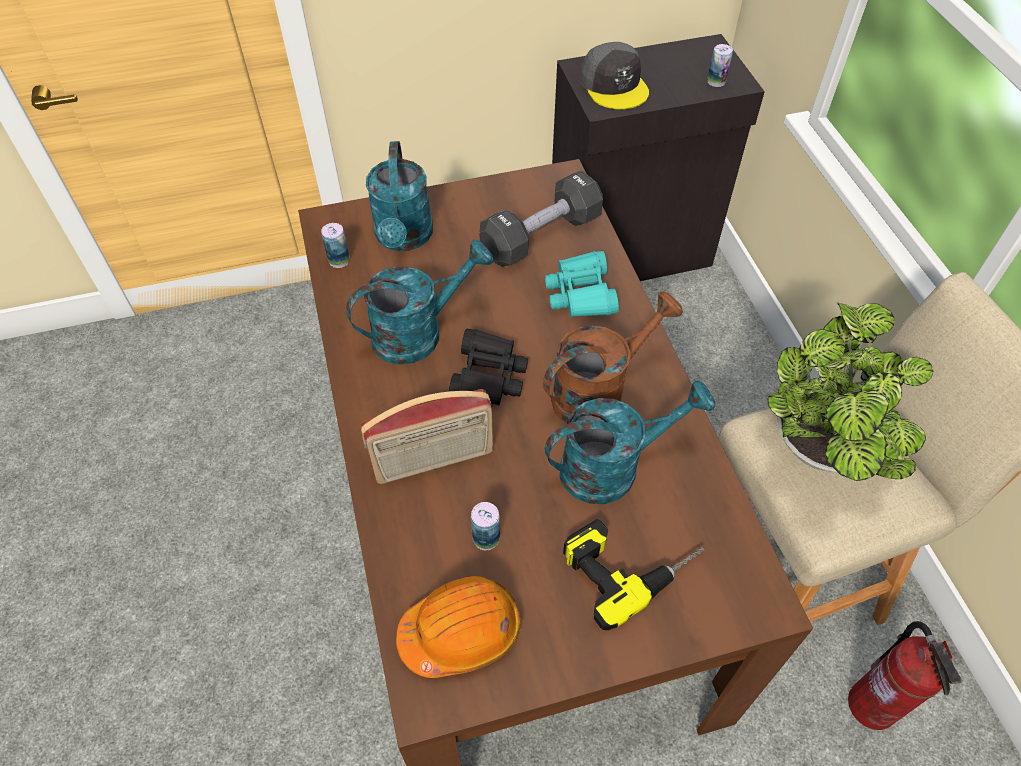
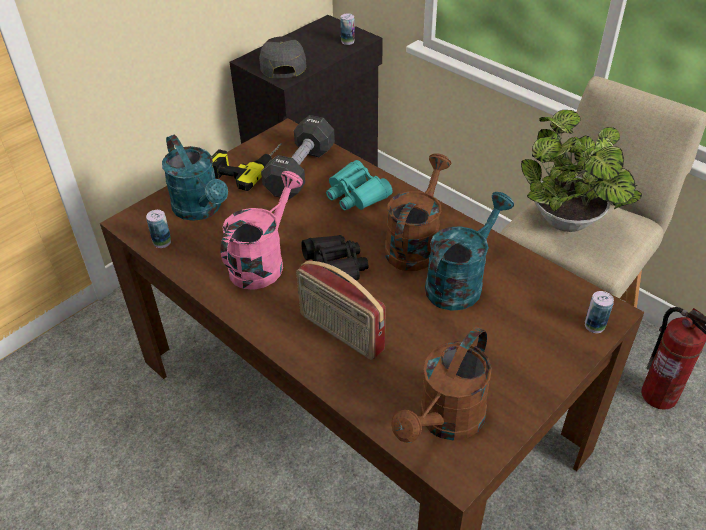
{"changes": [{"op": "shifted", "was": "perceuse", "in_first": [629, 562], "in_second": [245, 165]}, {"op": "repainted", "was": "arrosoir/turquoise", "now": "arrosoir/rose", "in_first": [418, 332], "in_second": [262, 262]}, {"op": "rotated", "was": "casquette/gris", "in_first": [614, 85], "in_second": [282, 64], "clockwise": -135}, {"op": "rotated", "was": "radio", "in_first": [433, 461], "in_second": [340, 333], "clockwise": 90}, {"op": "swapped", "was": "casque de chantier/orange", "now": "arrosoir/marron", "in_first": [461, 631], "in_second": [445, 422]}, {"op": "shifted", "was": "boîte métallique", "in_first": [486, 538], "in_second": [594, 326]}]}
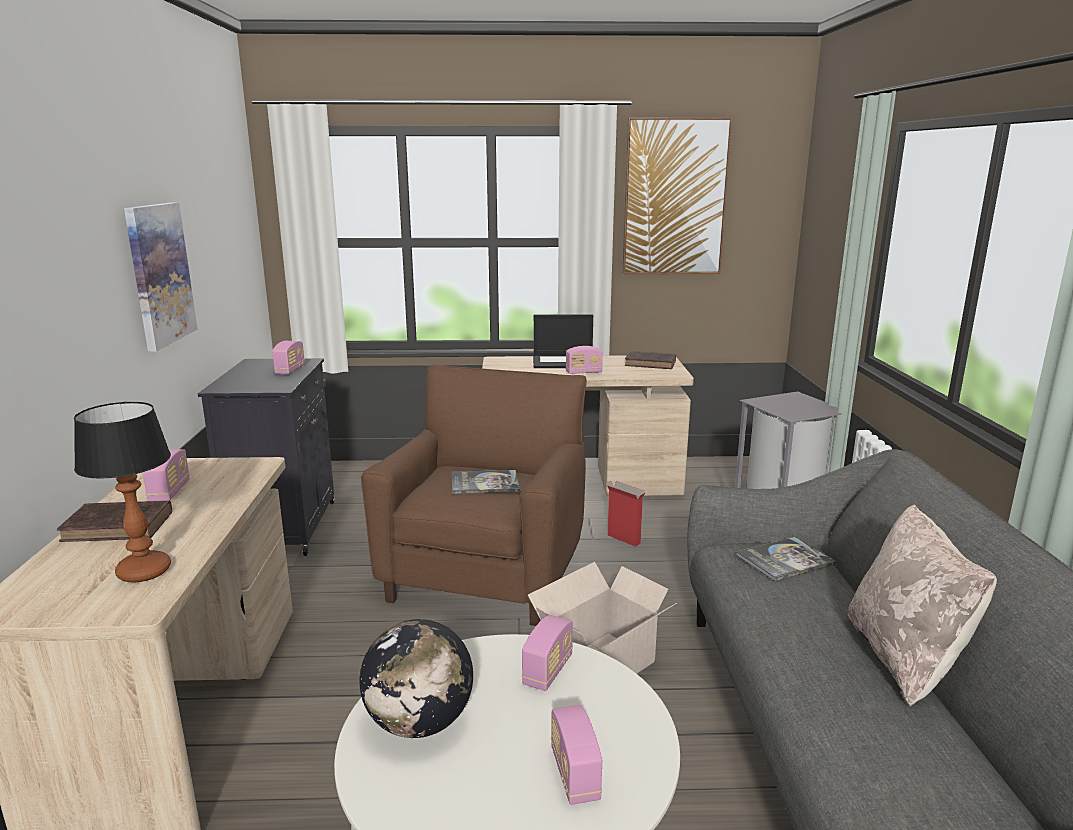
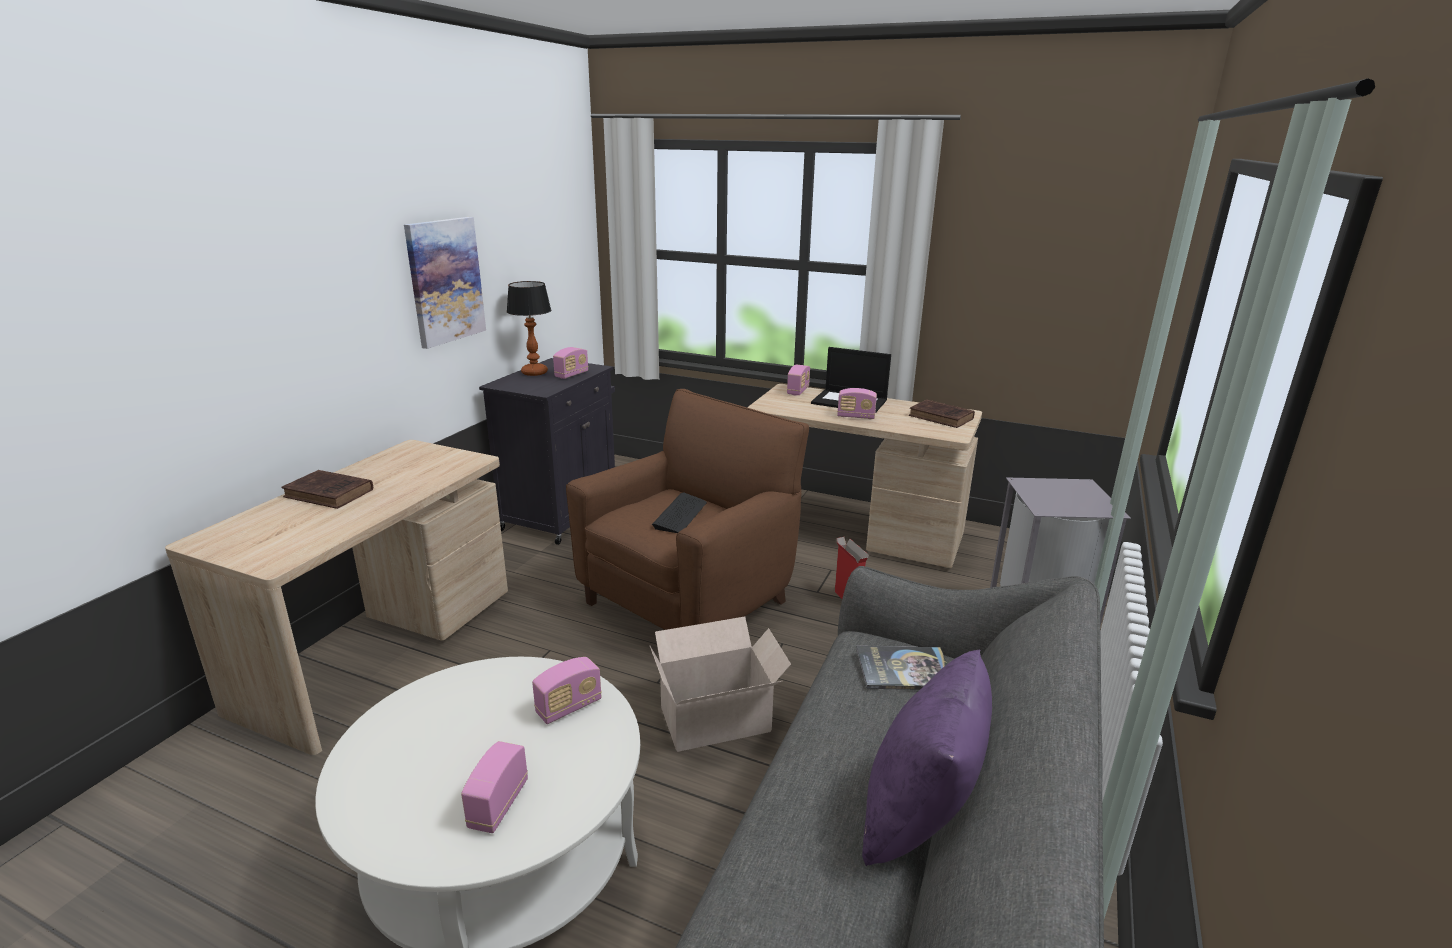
{"changes": [{"op": "shifted", "was": "lampe de table", "in_first": [144, 572], "in_second": [534, 373]}, {"op": "swapped", "was": "livre", "now": "clavier", "in_first": [484, 483], "in_second": [680, 515]}, {"op": "shifted", "was": "radio", "in_first": [170, 492], "in_second": [798, 391]}, {"op": "repainted", "was": "coussin/beige", "now": "coussin/violet", "in_first": [904, 658], "in_second": [919, 815]}, {"op": "gone", "was": "globe", "in_first": [419, 723]}, {"op": "gone", "was": "tableau", "in_first": [674, 197]}]}
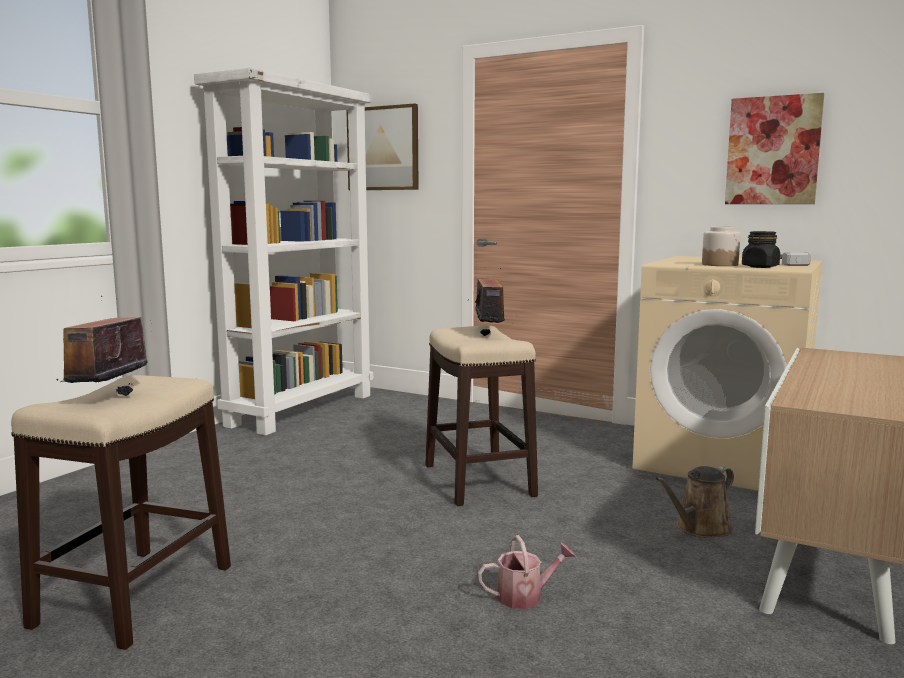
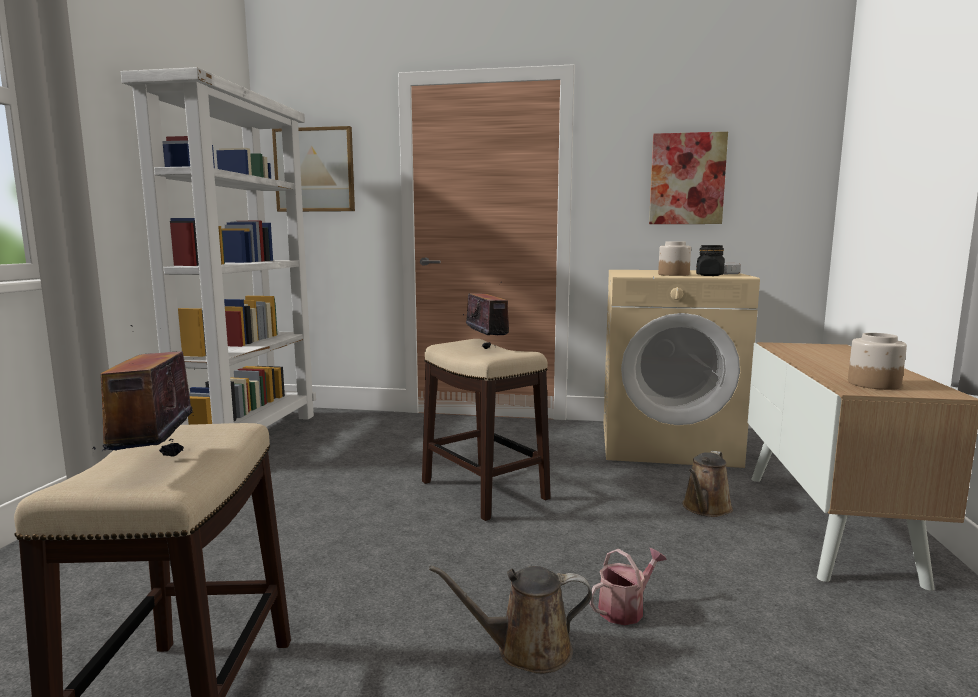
{"changes": [{"op": "new", "now": "arrosoir/marron", "in_second": [526, 649]}, {"op": "new", "now": "bocal", "in_second": [873, 384]}]}
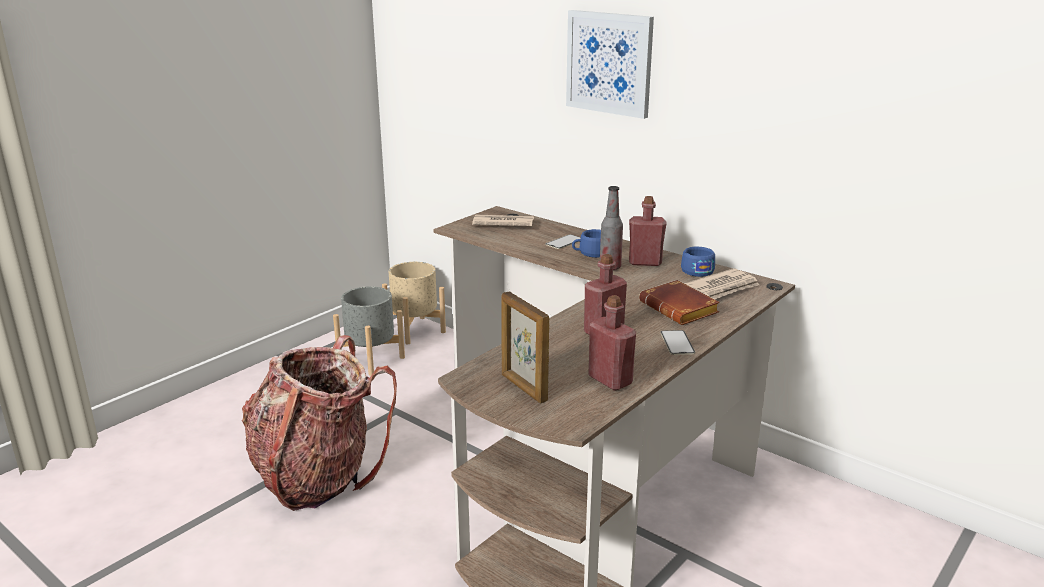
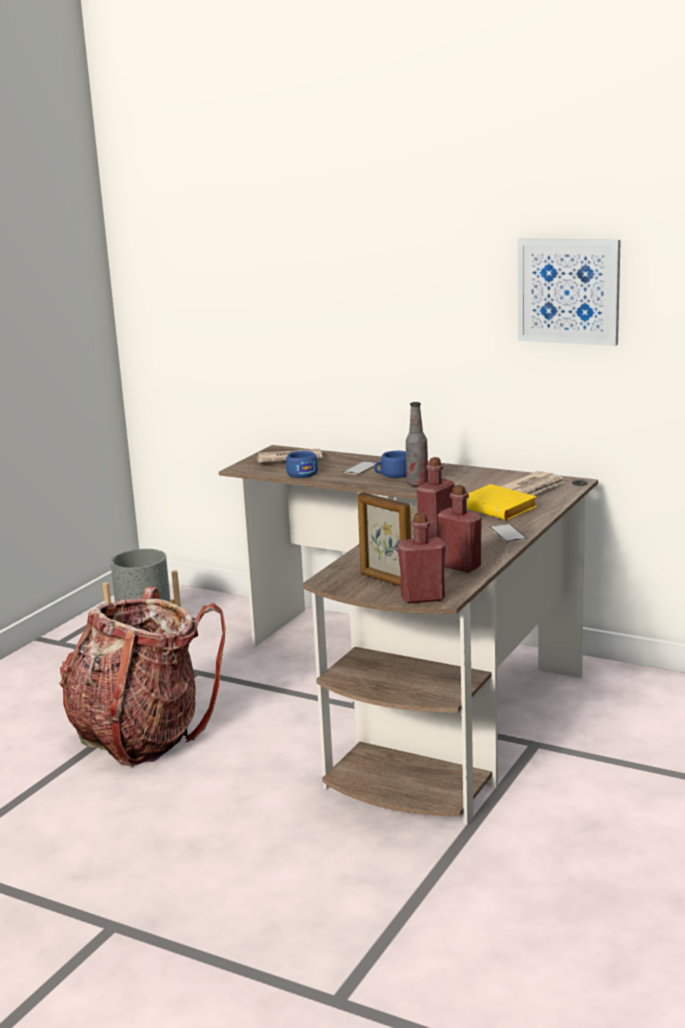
{"changes": [{"op": "shifted", "was": "tasse/bleu", "in_first": [695, 270], "in_second": [301, 473]}, {"op": "shifted", "was": "bouteille/rouge", "in_first": [645, 262], "in_second": [422, 598]}, {"op": "repainted", "was": "livre/marron", "now": "livre/jaune", "in_first": [681, 309], "in_second": [500, 509]}, {"op": "shifted", "was": "tableau", "in_first": [609, 63], "in_second": [568, 291]}, {"op": "gone", "was": "cache-pot/beige", "in_first": [415, 330]}]}
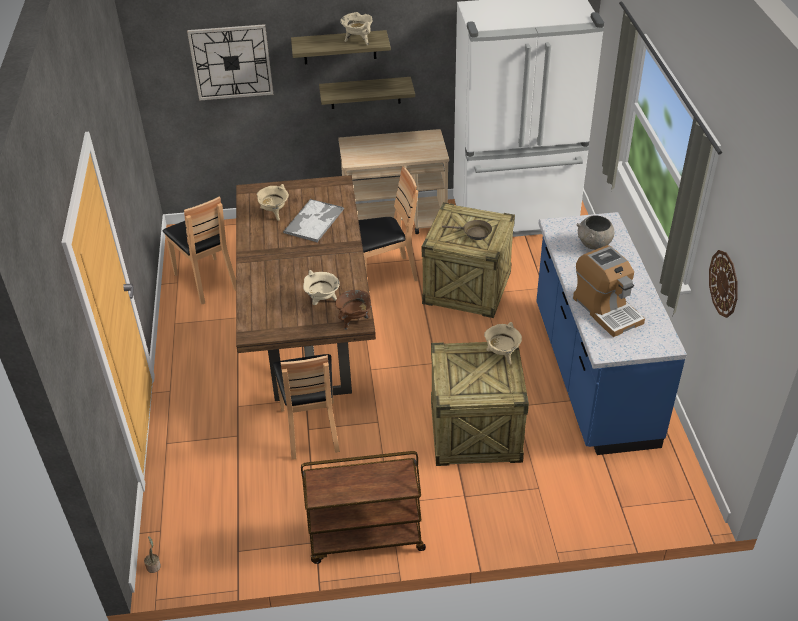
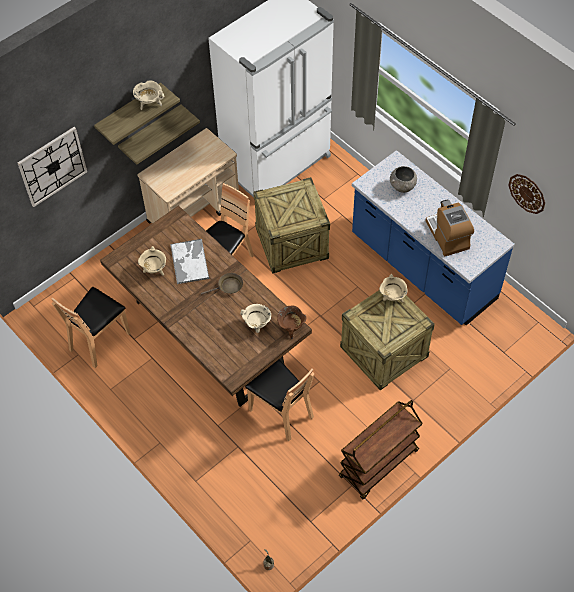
{"changes": [{"op": "rotated", "was": "chaise/marron", "in_first": [206, 280], "in_second": [99, 340], "clockwise": 105}, {"op": "shifted", "was": "poêle/marron", "in_first": [474, 233], "in_second": [228, 287]}, {"op": "rotated", "was": "machine à café", "in_first": [606, 310], "in_second": [447, 236], "clockwise": -135}]}
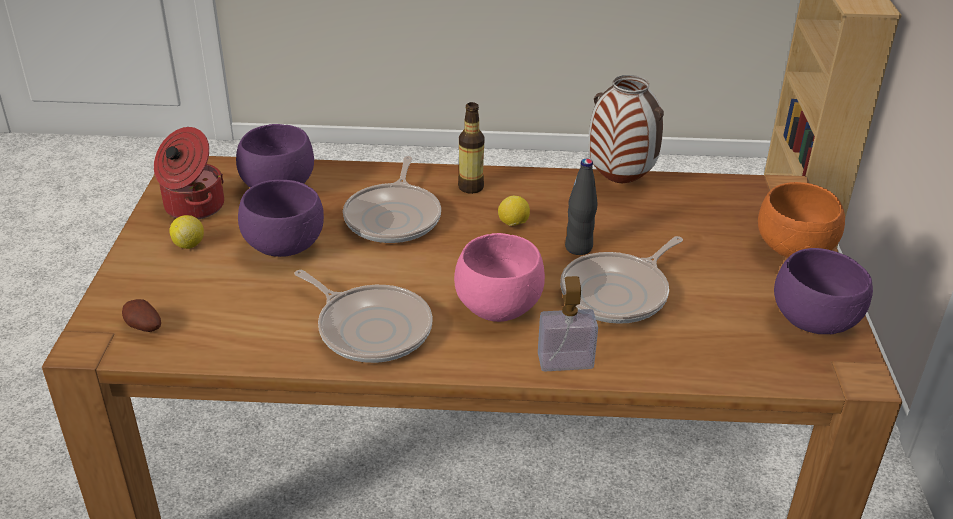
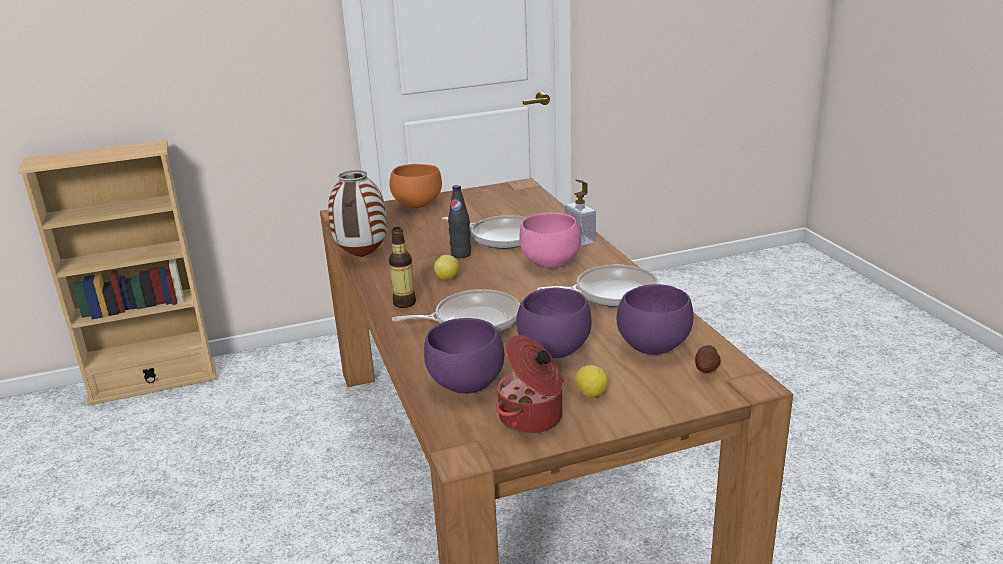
{"changes": [{"op": "rotated", "was": "poêle", "in_first": [371, 328], "in_second": [611, 293], "clockwise": 60}, {"op": "shifted", "was": "bol/violet", "in_first": [815, 322], "in_second": [651, 346]}]}
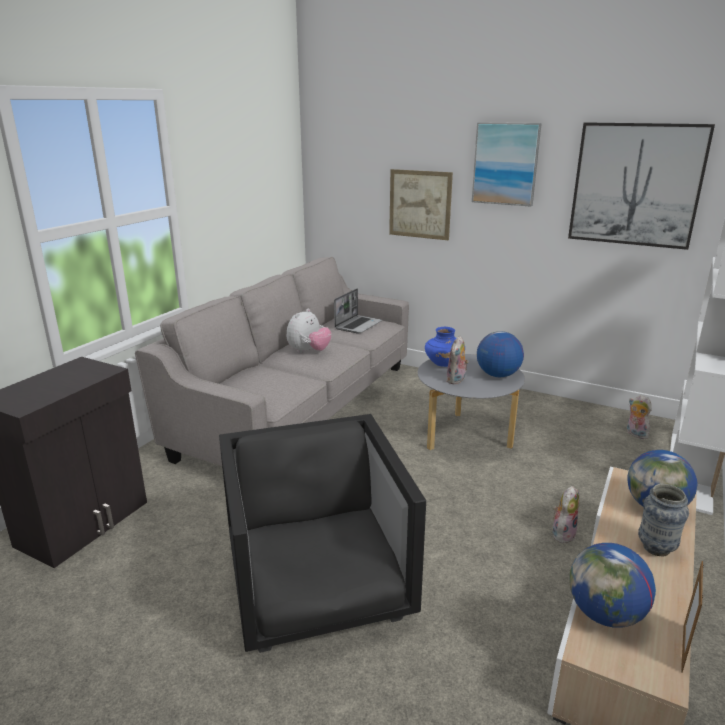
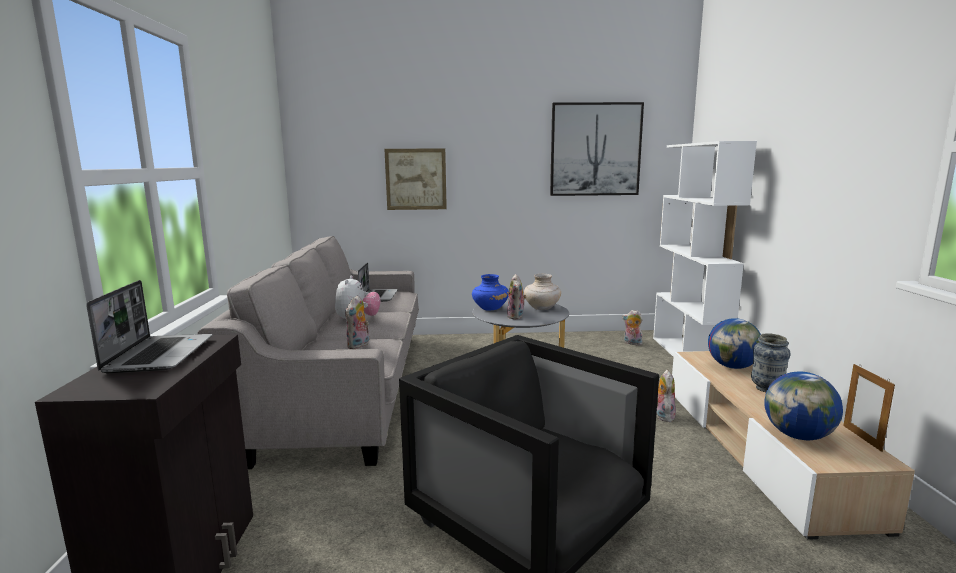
{"changes": [{"op": "new", "now": "ordinateur portable", "in_second": [159, 354]}, {"op": "new", "now": "peluche", "in_second": [359, 345]}, {"op": "swapped", "was": "globe", "now": "vase/beige", "in_first": [497, 375], "in_second": [541, 308]}, {"op": "gone", "was": "tableau", "in_first": [505, 164]}]}
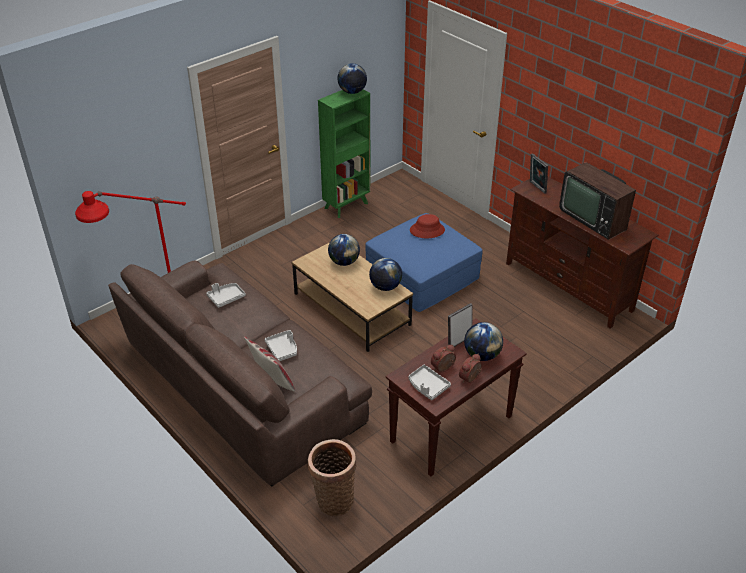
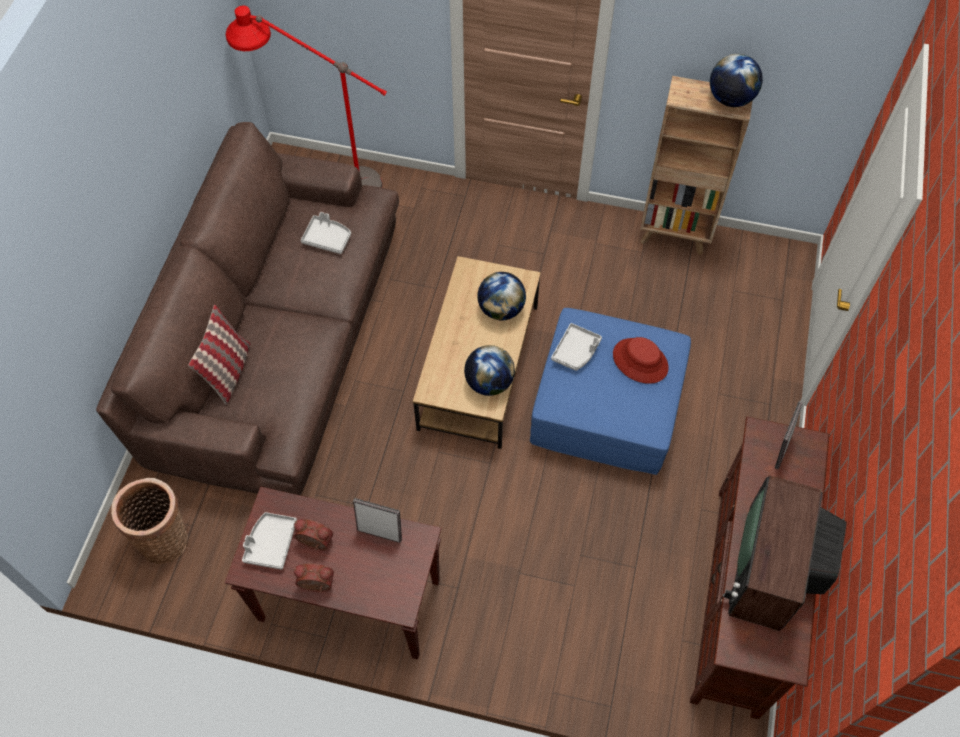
{"changes": [{"op": "shifted", "was": "plateau/gris", "in_first": [283, 349], "in_second": [576, 351]}, {"op": "repainted", "was": "bibliothèque/vert", "now": "bibliothèque/marron", "in_first": [347, 205], "in_second": [675, 235]}, {"op": "gone", "was": "globe", "in_first": [482, 355]}]}
